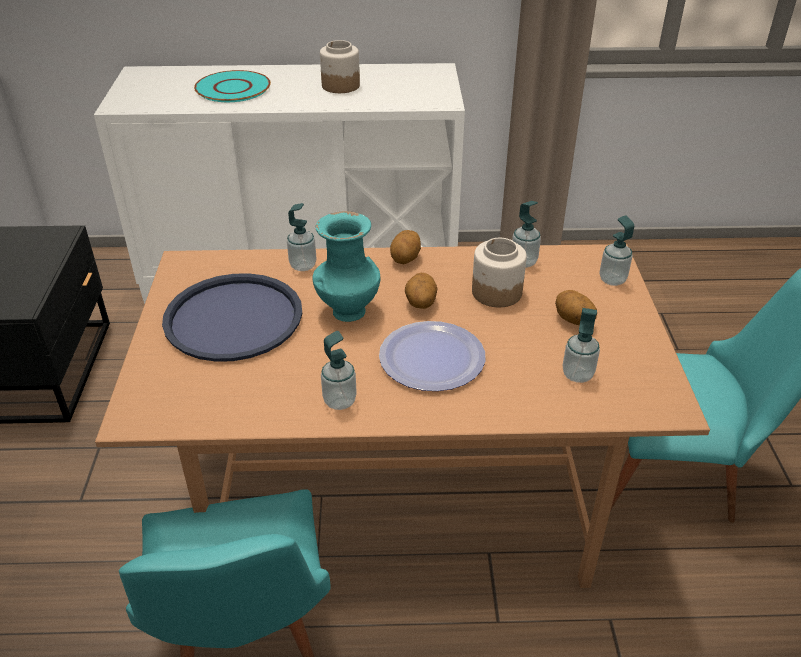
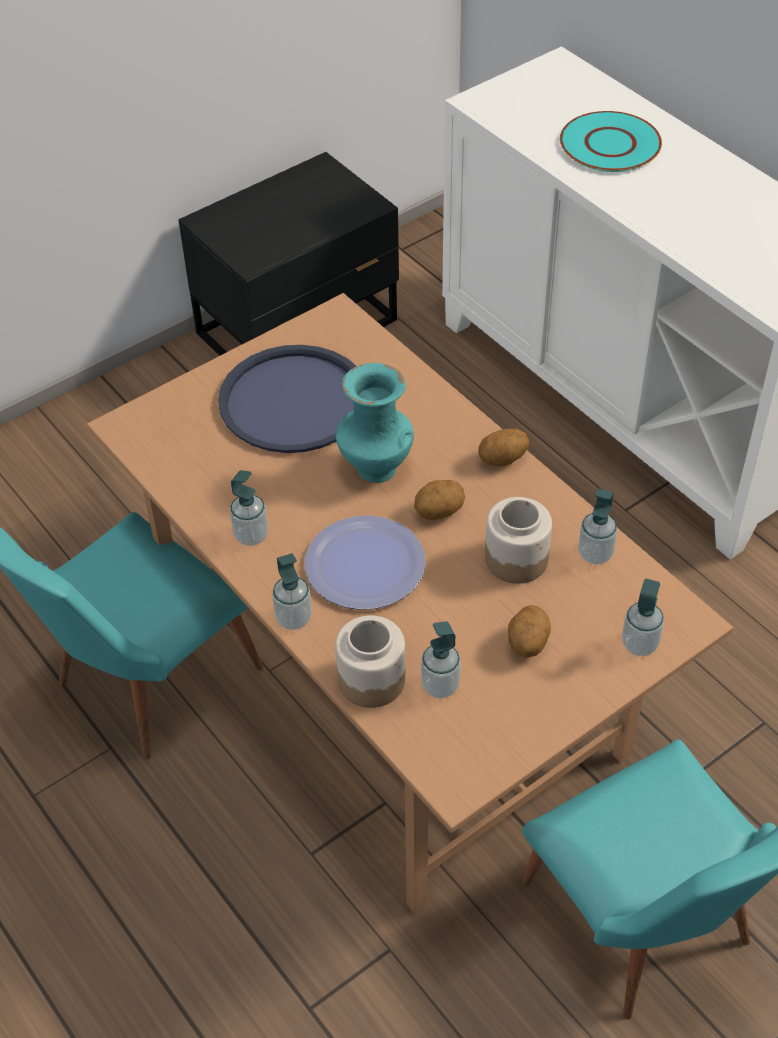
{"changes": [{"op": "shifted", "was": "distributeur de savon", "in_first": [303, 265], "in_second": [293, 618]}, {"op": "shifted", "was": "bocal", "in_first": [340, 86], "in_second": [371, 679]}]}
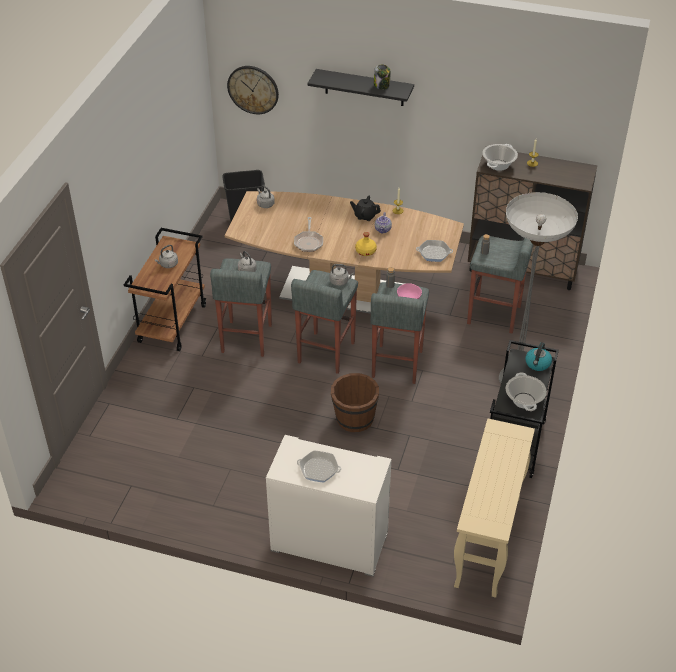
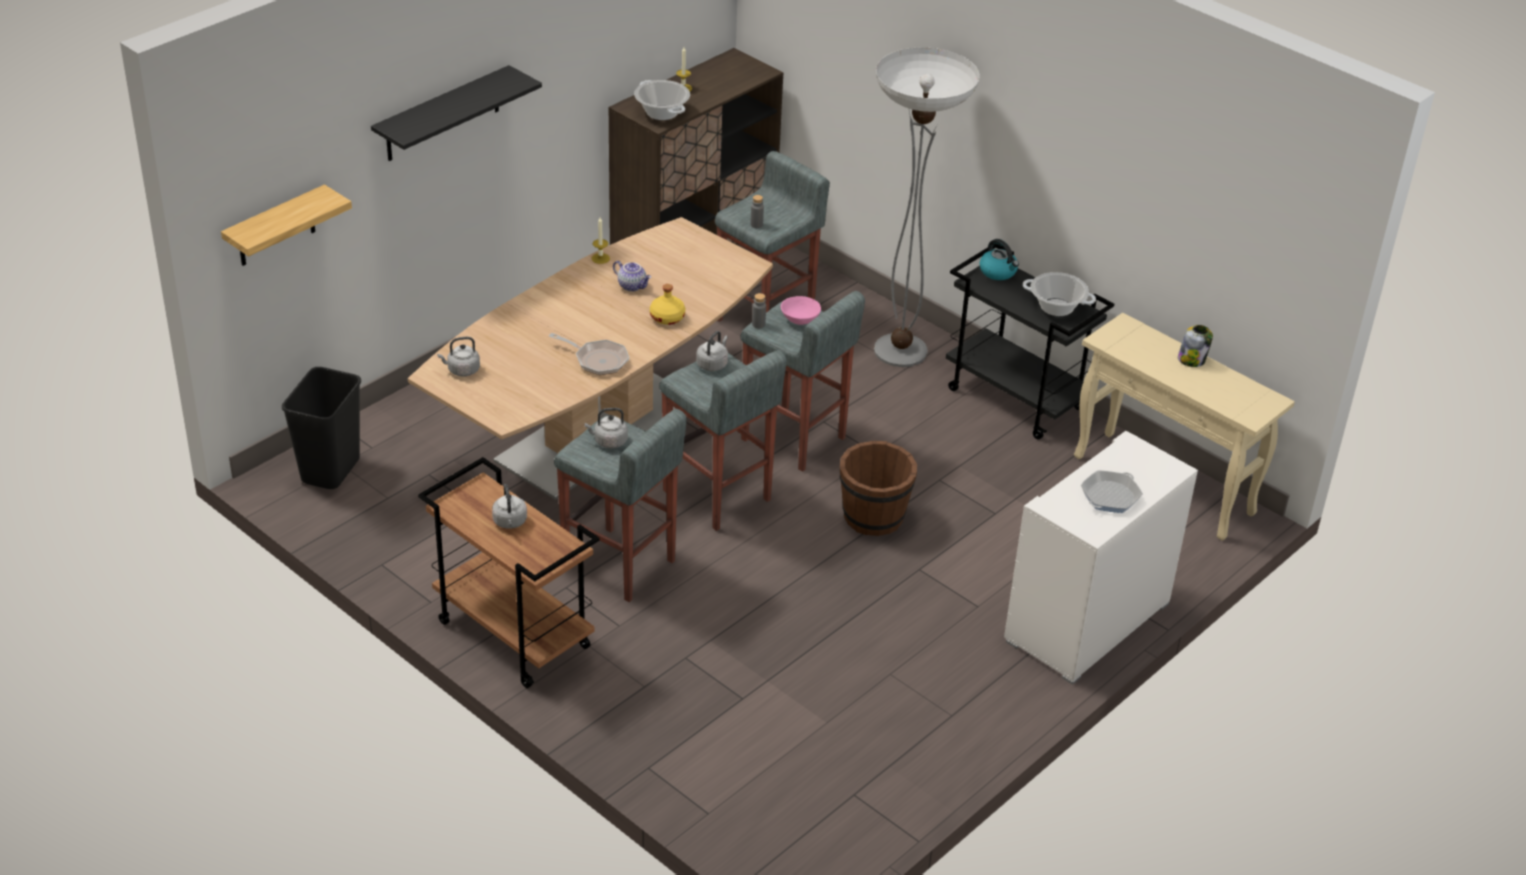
{"changes": [{"op": "swapped", "was": "horloge murale", "now": "étagère", "in_first": [253, 89], "in_second": [276, 227]}, {"op": "shifted", "was": "bocal", "in_first": [382, 85], "in_second": [1192, 359]}, {"op": "gone", "was": "théière/noir", "in_first": [365, 216]}, {"op": "gone", "was": "poêle", "in_first": [434, 253]}]}
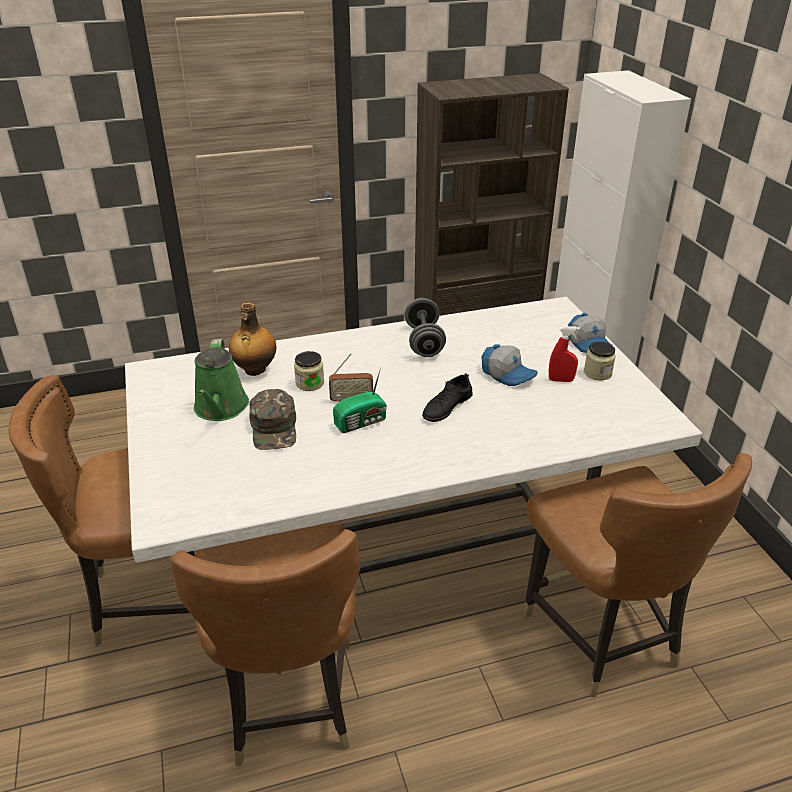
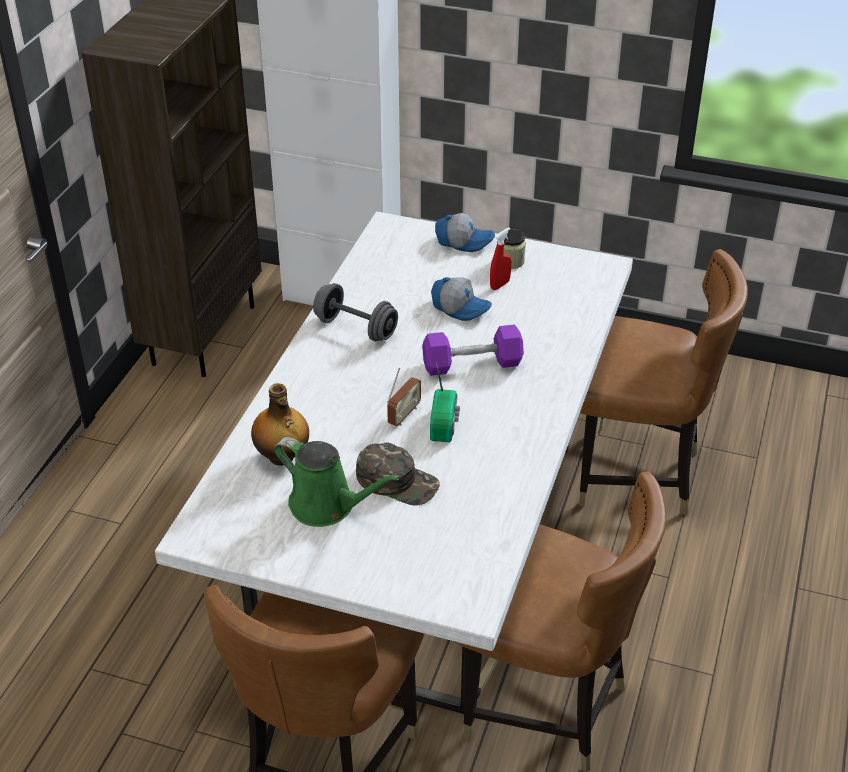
{"changes": [{"op": "swapped", "was": "chaussure/noir", "now": "haltère/violet", "in_first": [447, 406], "in_second": [472, 364]}, {"op": "rotated", "was": "casquette", "in_first": [508, 374], "in_second": [460, 307], "clockwise": 45}, {"op": "gone", "was": "bocal", "in_first": [310, 383]}]}
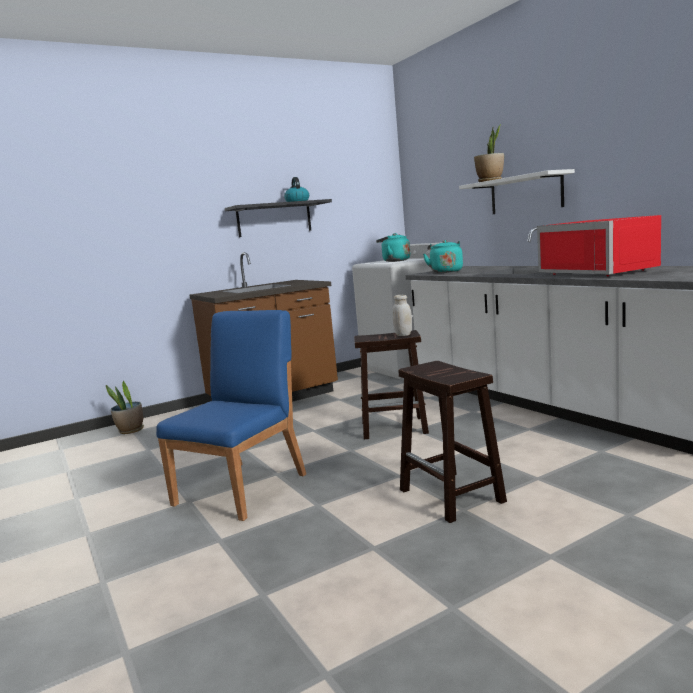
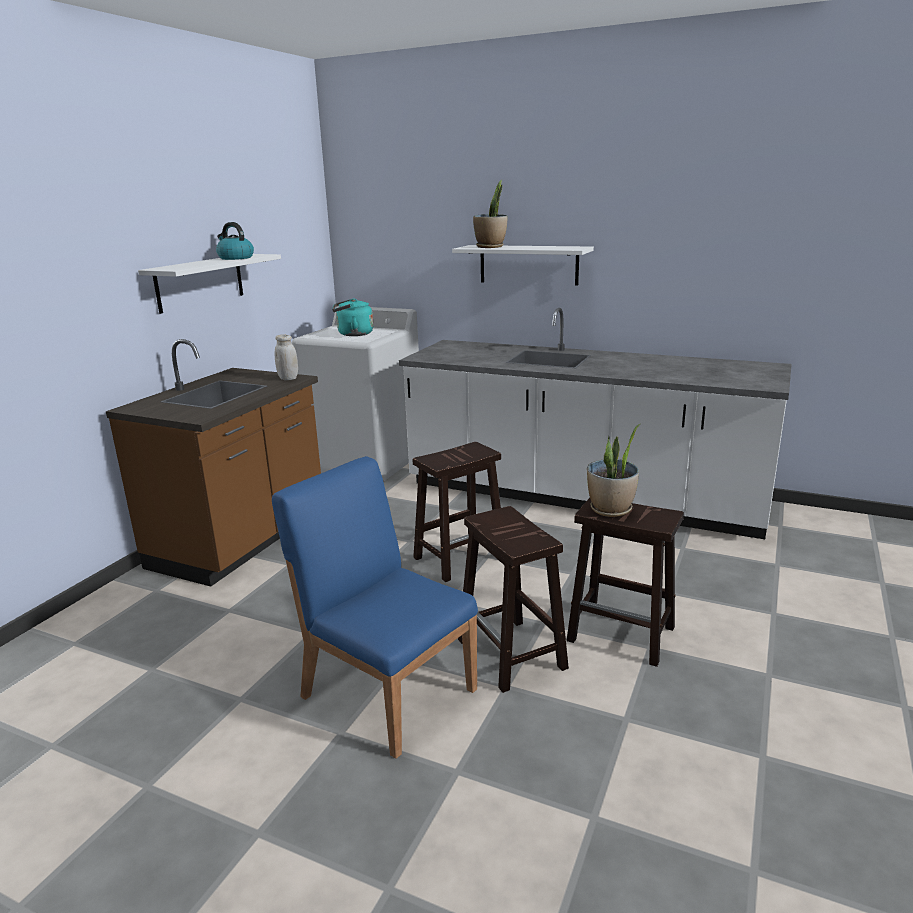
{"changes": [{"op": "repainted", "was": "étagère/noir", "now": "étagère/blanc", "in_first": [274, 219], "in_second": [200, 282]}, {"op": "rotated", "was": "chaise/bleu", "in_first": [243, 488], "in_second": [388, 691], "clockwise": -45}, {"op": "shifted", "was": "bocal/blanc", "in_first": [403, 335], "in_second": [288, 378]}, {"op": "new", "now": "tabouret/marron", "in_second": [512, 655]}, {"op": "shifted", "was": "plante en pot", "in_first": [130, 431], "in_second": [611, 510]}, {"op": "gone", "was": "bouilloire/turquoise", "in_first": [445, 271]}, {"op": "gone", "was": "micro-ondes/rouge", "in_first": [603, 271]}]}
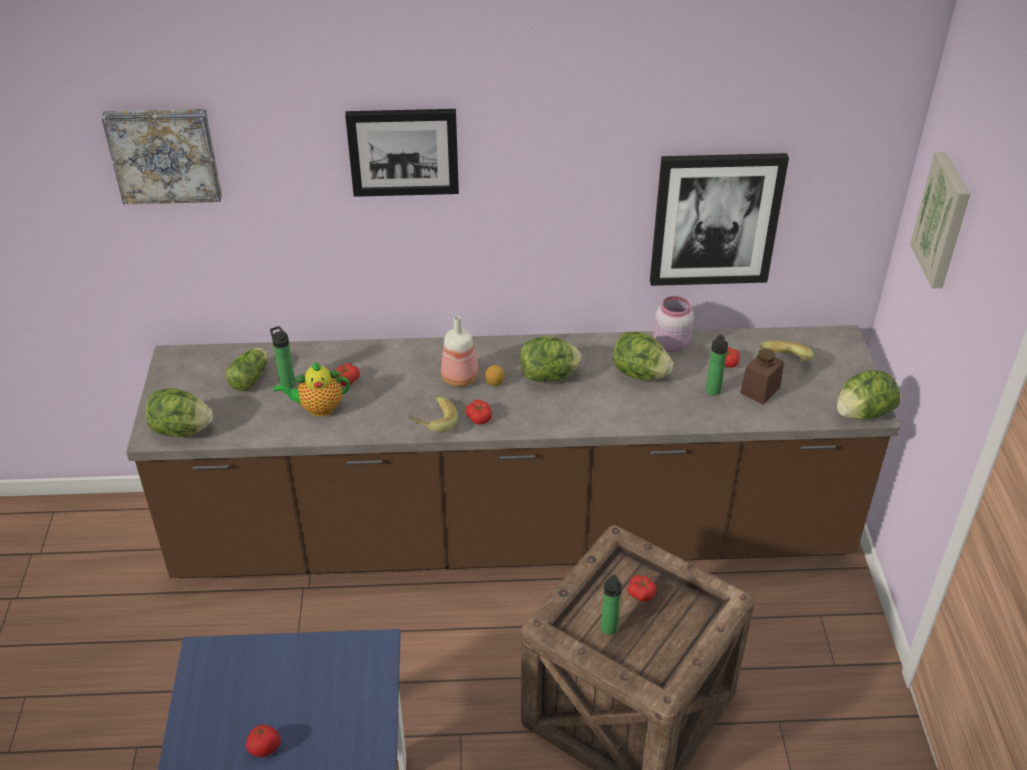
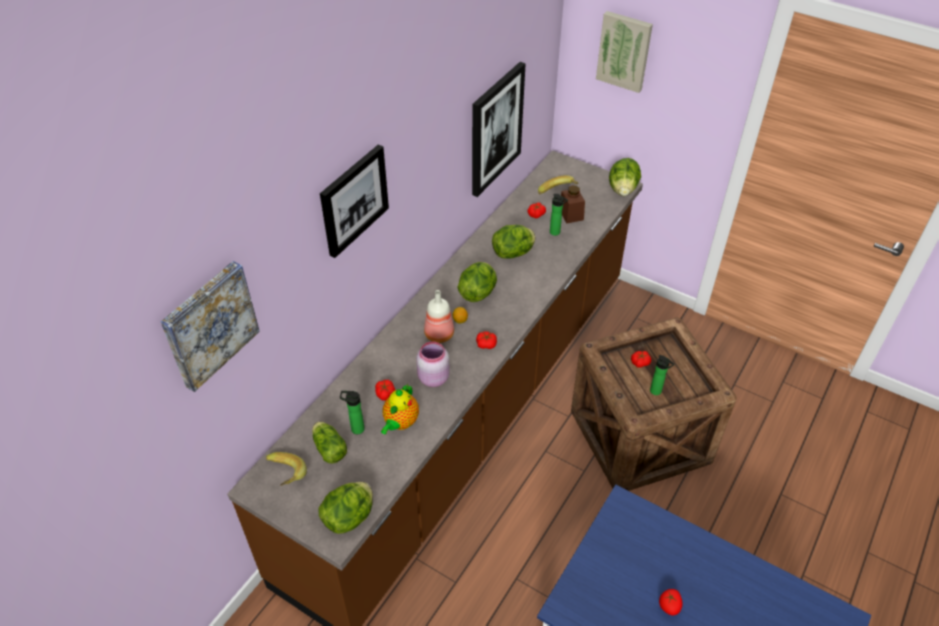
{"changes": [{"op": "shifted", "was": "banane", "in_first": [432, 424], "in_second": [284, 477]}, {"op": "shifted", "was": "bocal/rose", "in_first": [670, 343], "in_second": [432, 378]}]}
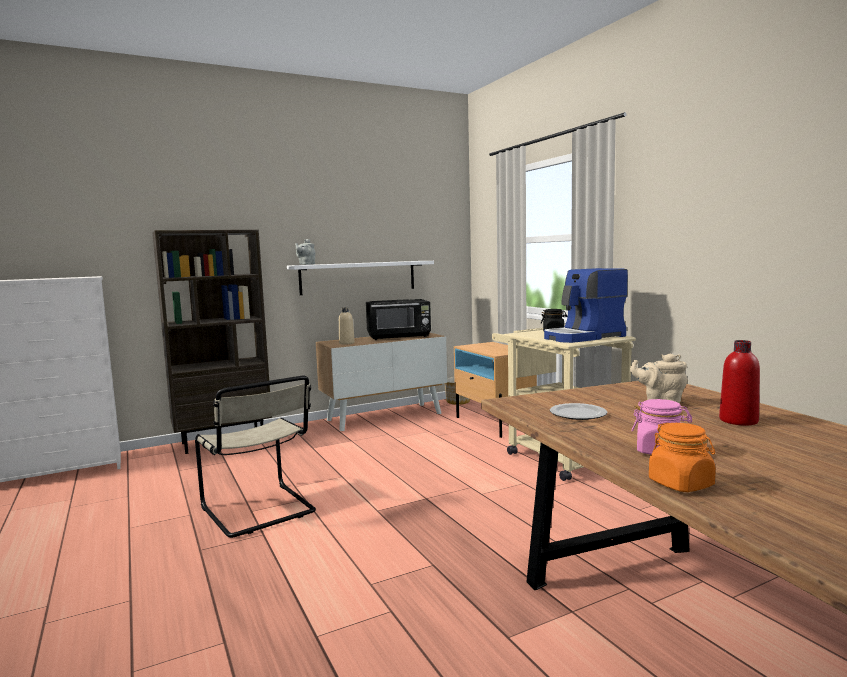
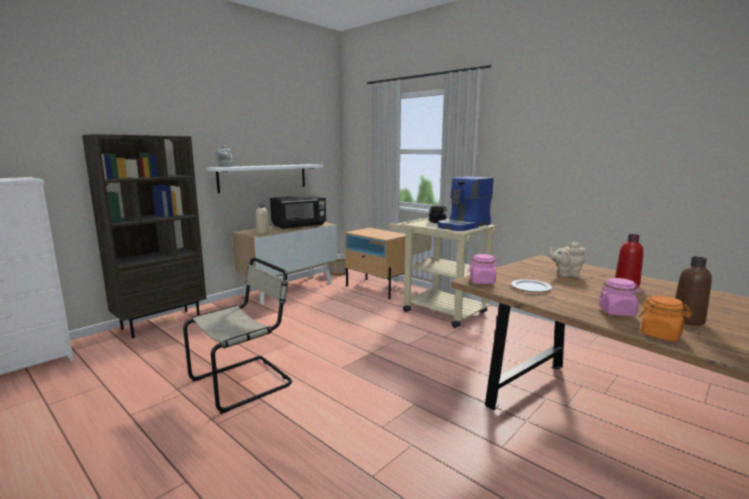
{"changes": [{"op": "rotated", "was": "chaise/beige", "in_first": [260, 511], "in_second": [245, 381], "clockwise": -75}, {"op": "new", "now": "bocal/rose", "in_second": [482, 281]}, {"op": "new", "now": "bouteille/marron", "in_second": [687, 320]}]}
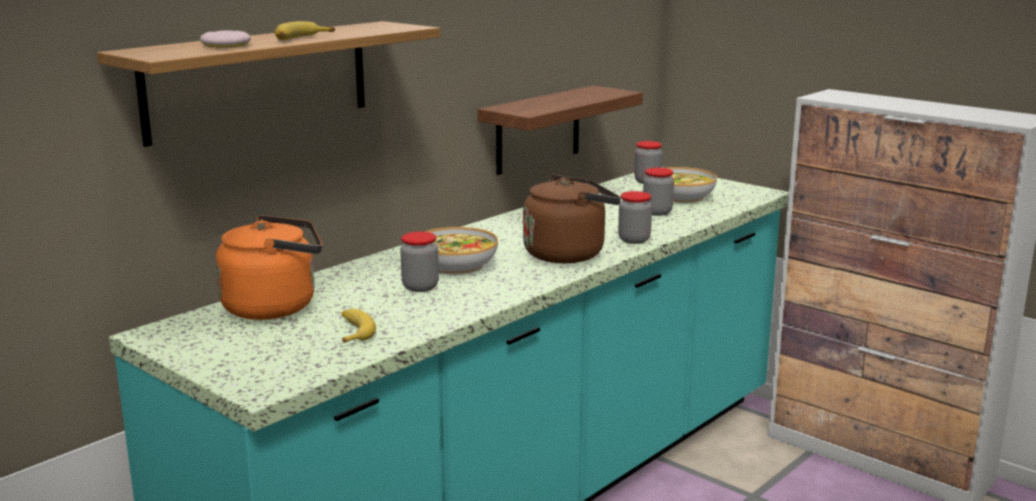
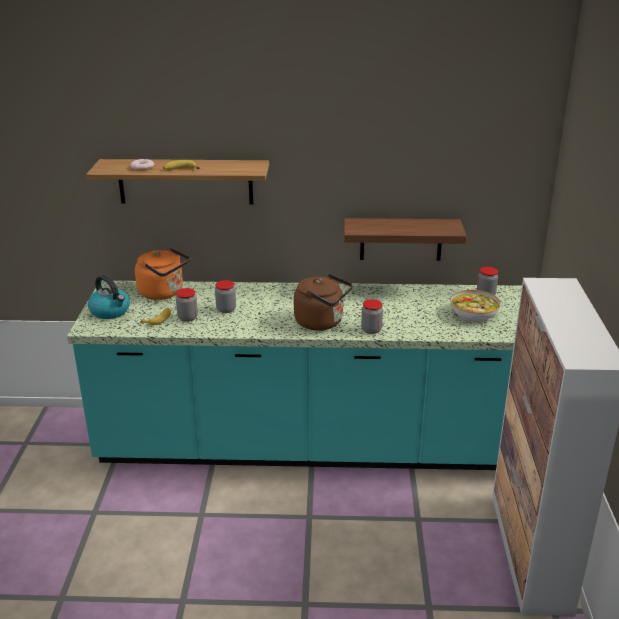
{"changes": [{"op": "new", "now": "bouilloire", "in_second": [111, 311]}, {"op": "shifted", "was": "bocal", "in_first": [657, 212], "in_second": [187, 318]}, {"op": "gone", "was": "bol", "in_first": [456, 265]}]}
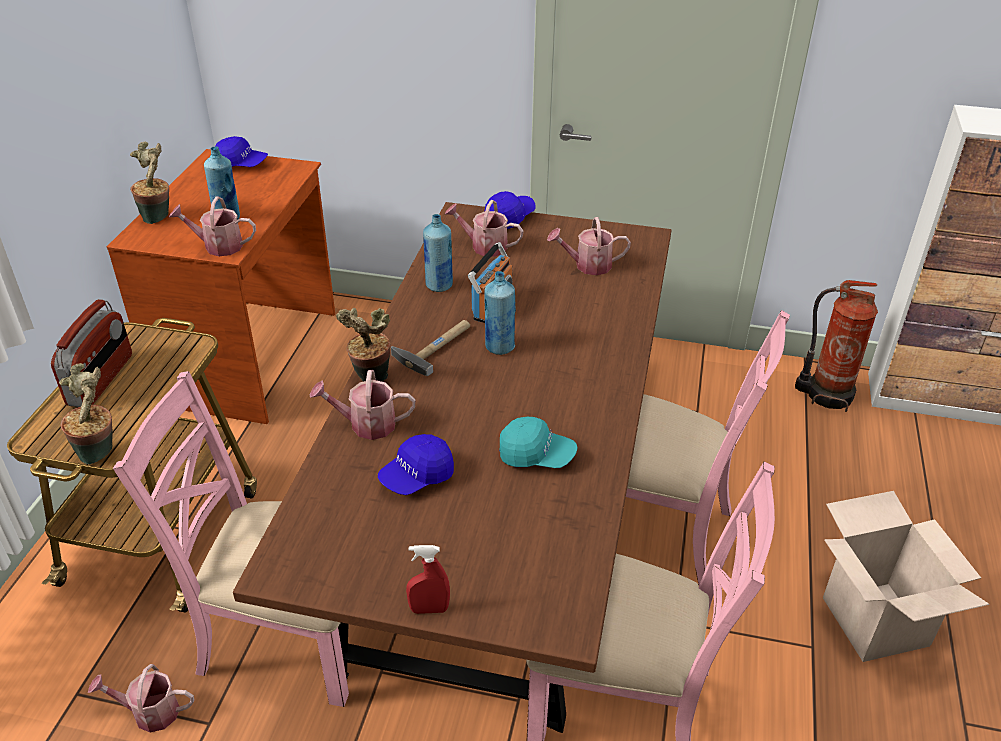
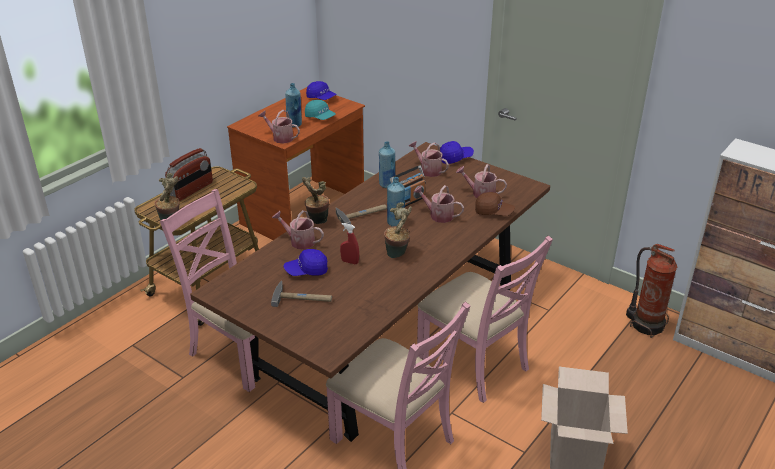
{"changes": [{"op": "new", "now": "marteau", "in_second": [303, 298]}, {"op": "shifted", "was": "casquette/turquoise", "in_first": [536, 455], "in_second": [320, 117]}, {"op": "shifted", "was": "vaporisateur/rouge", "in_first": [429, 609], "in_second": [350, 262]}, {"op": "shifted", "was": "plante en pot", "in_first": [159, 217], "in_second": [398, 254]}, {"op": "shifted", "was": "arrosoir", "in_first": [149, 712], "in_second": [438, 215]}, {"op": "new", "now": "casquette/marron", "in_second": [494, 212]}]}
